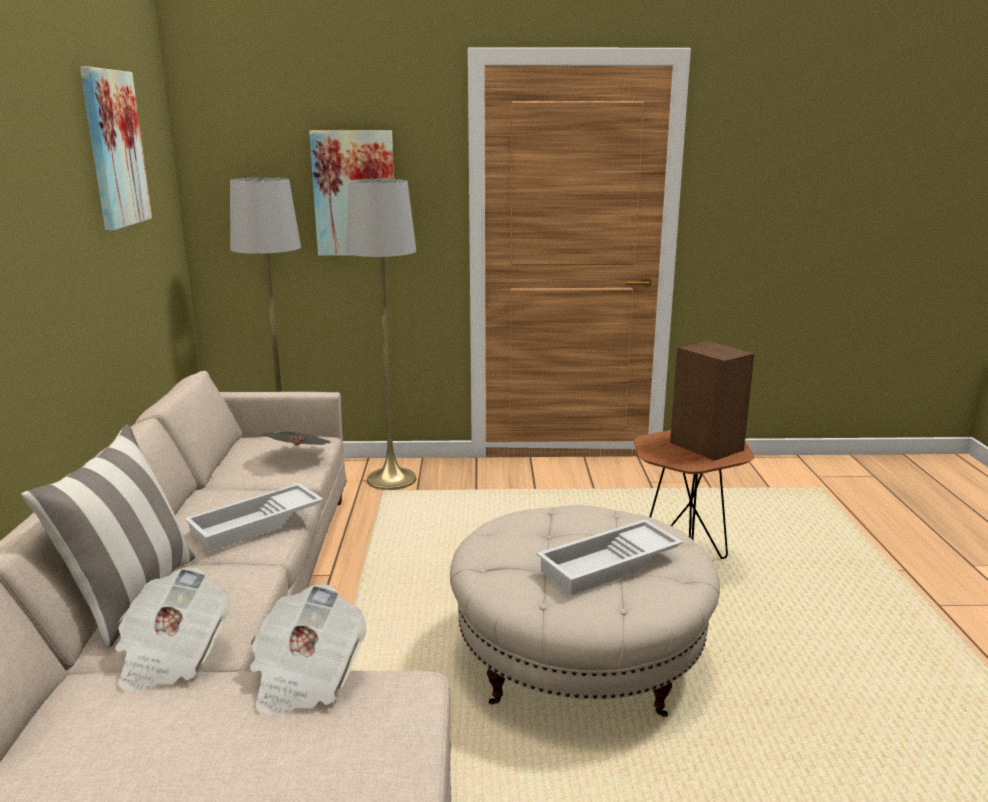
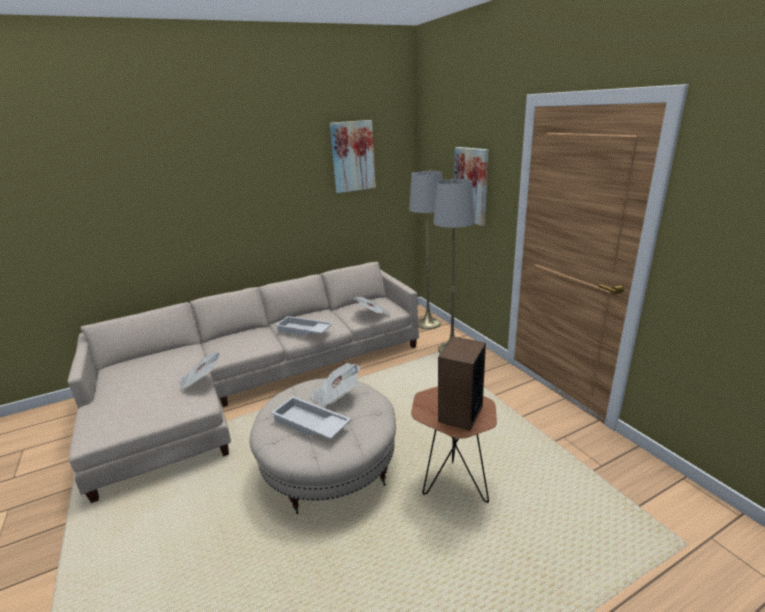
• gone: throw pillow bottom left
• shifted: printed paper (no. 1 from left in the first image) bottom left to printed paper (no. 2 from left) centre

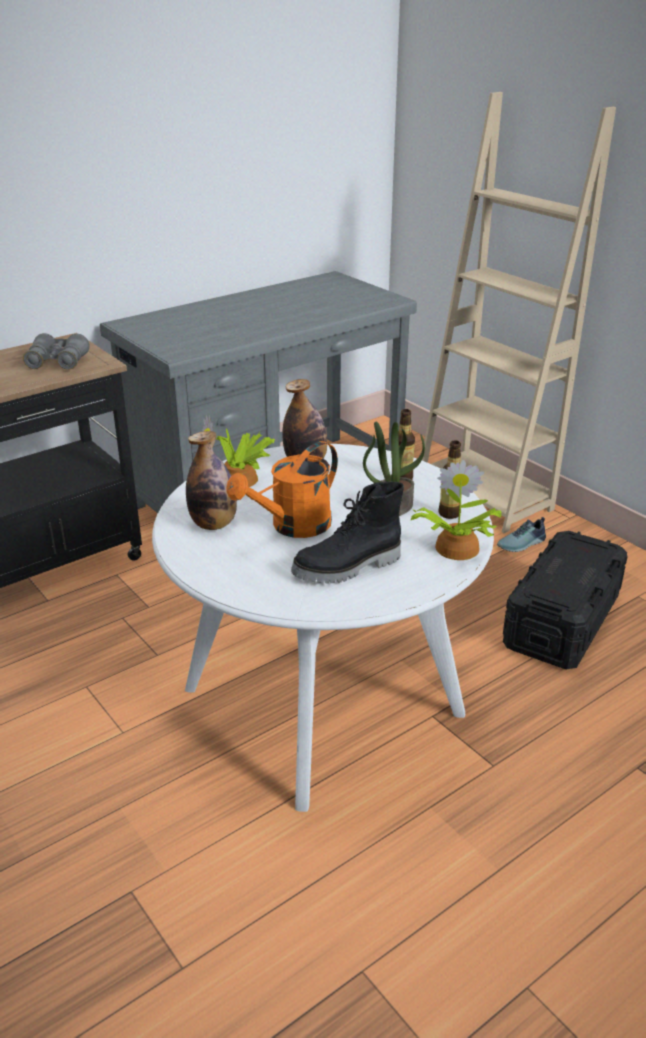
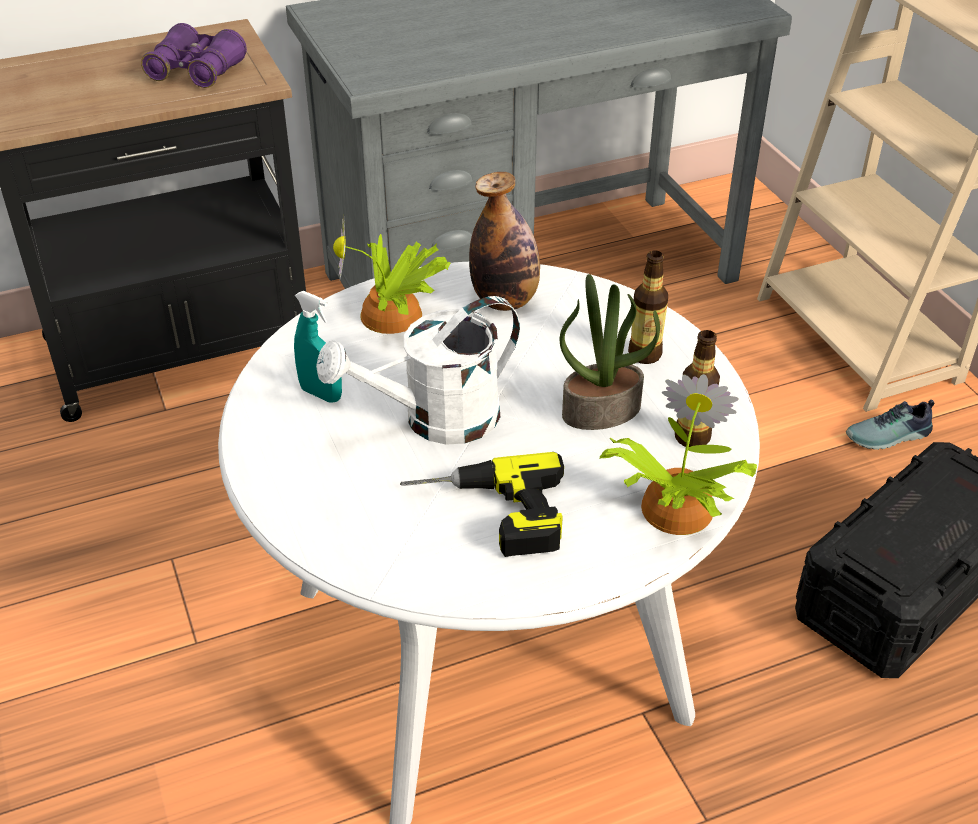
• repainted: greyish field glasses middle left to purplish field glasses top left
• swapped: drink bottle (no. 1 from left) middle left to turquoise-coloured hand sprayer middle left
• repainted: orangey watering pot centre to whitish watering pot centre
• swapped: black-coloured tall boot centre to electric drill centre

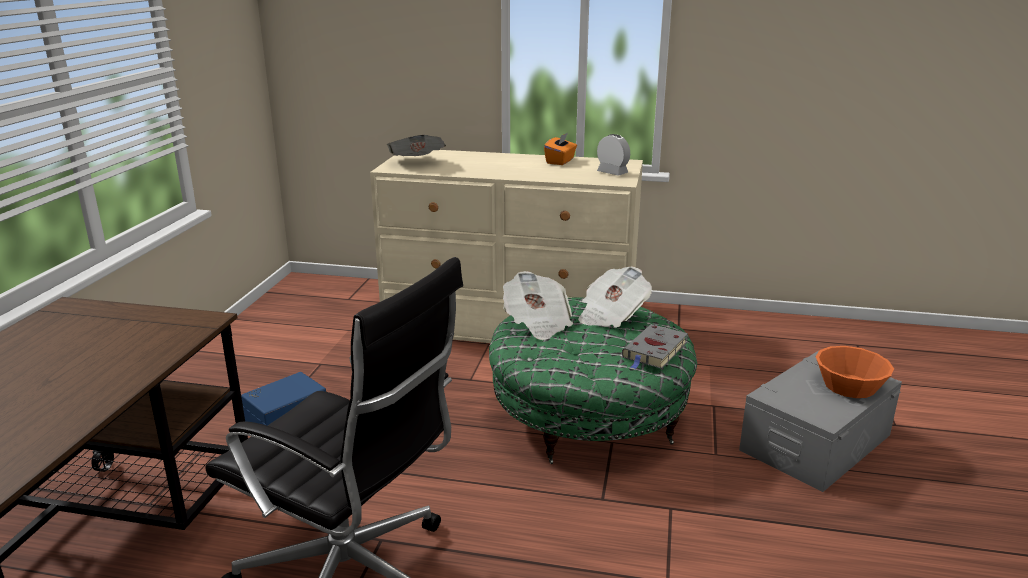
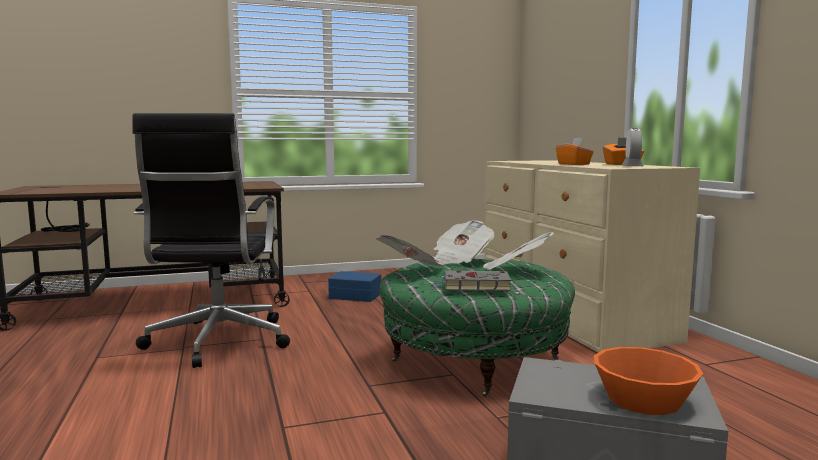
• shifted: printed paper (no. 1 from left) top centre to centre
• new: orangey box of tissues (no. 1 from left) top right

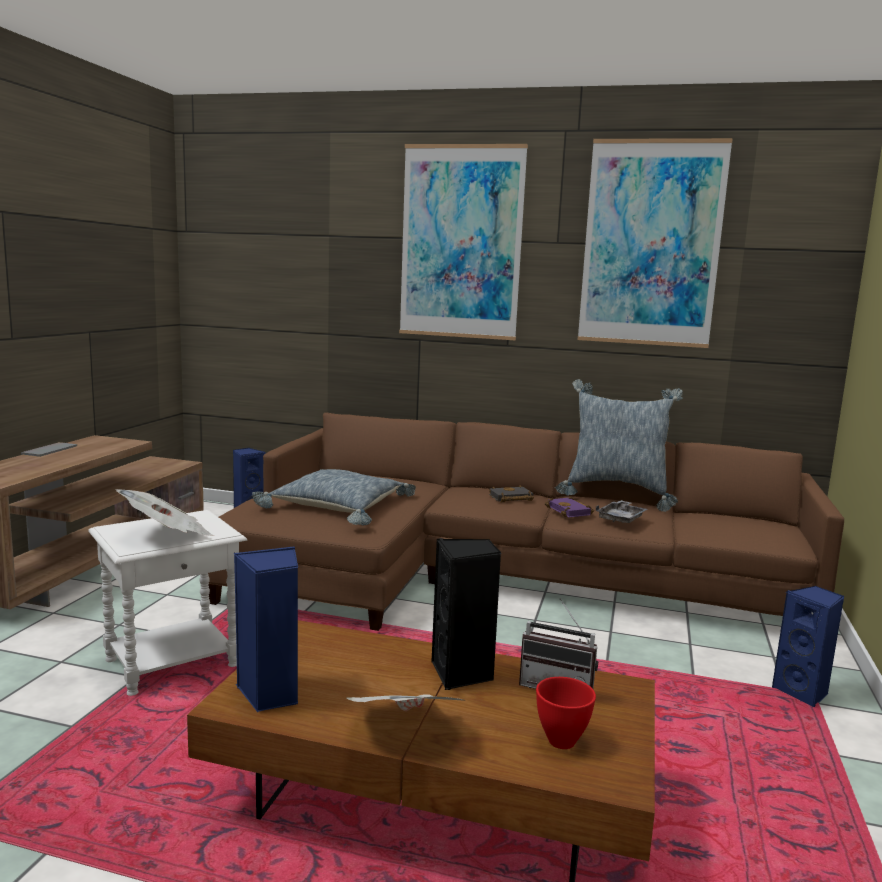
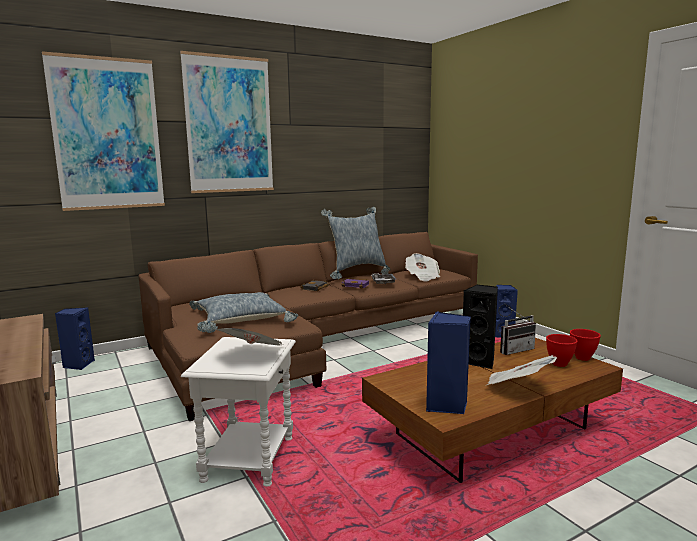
• shifted: wall art (no. 2 from left in the first image) top right to wall art (no. 1 from left) top left
• new: printed paper (no. 2 from left) centre
• new: red deep dish (no. 2 from left) middle right

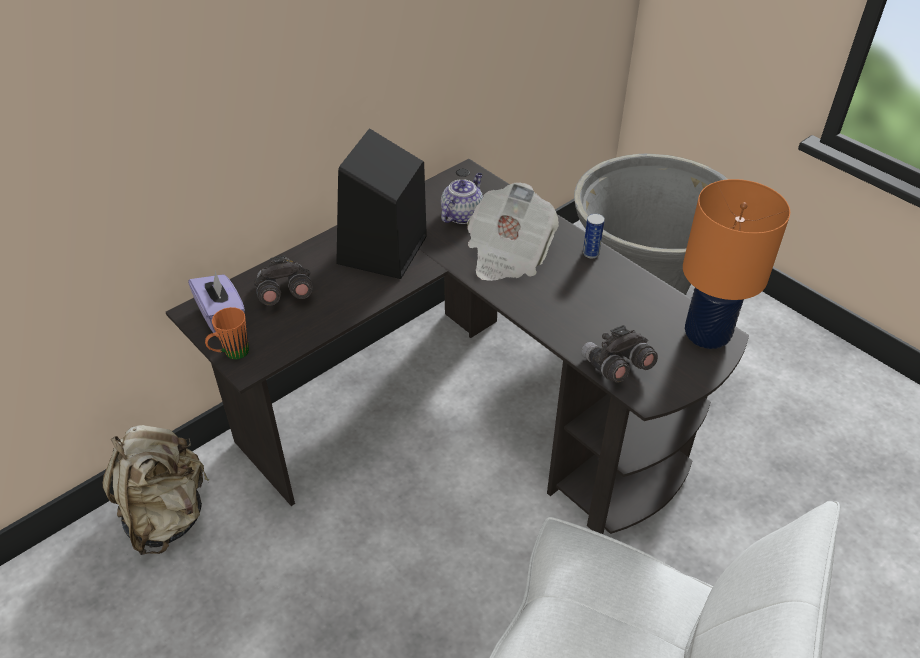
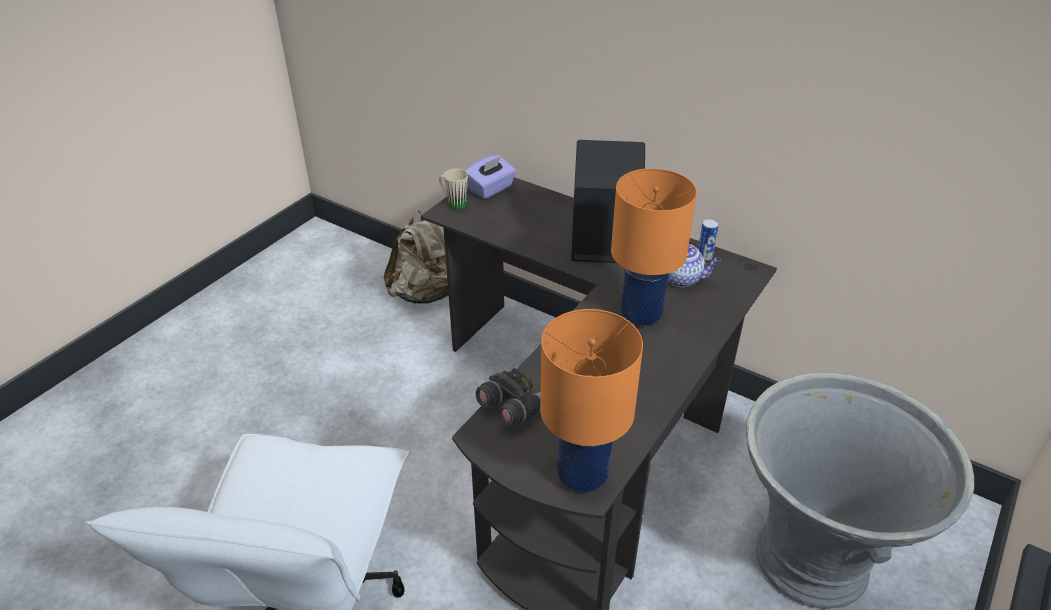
• repainted: orangey mug middle left to beige mug top centre
• gone: greyish field glasses (no. 1 from left) middle left
• swapped: printed paper centre to orangey tabletop lamp (no. 2 from left) centre
• shifted: metal can centre to middle right

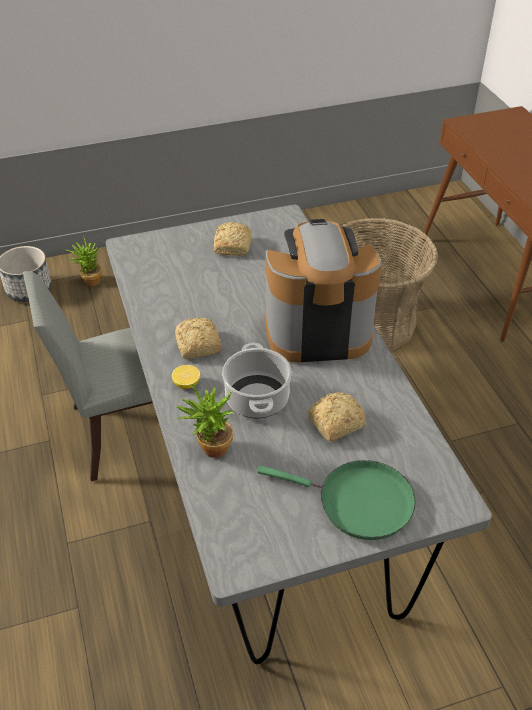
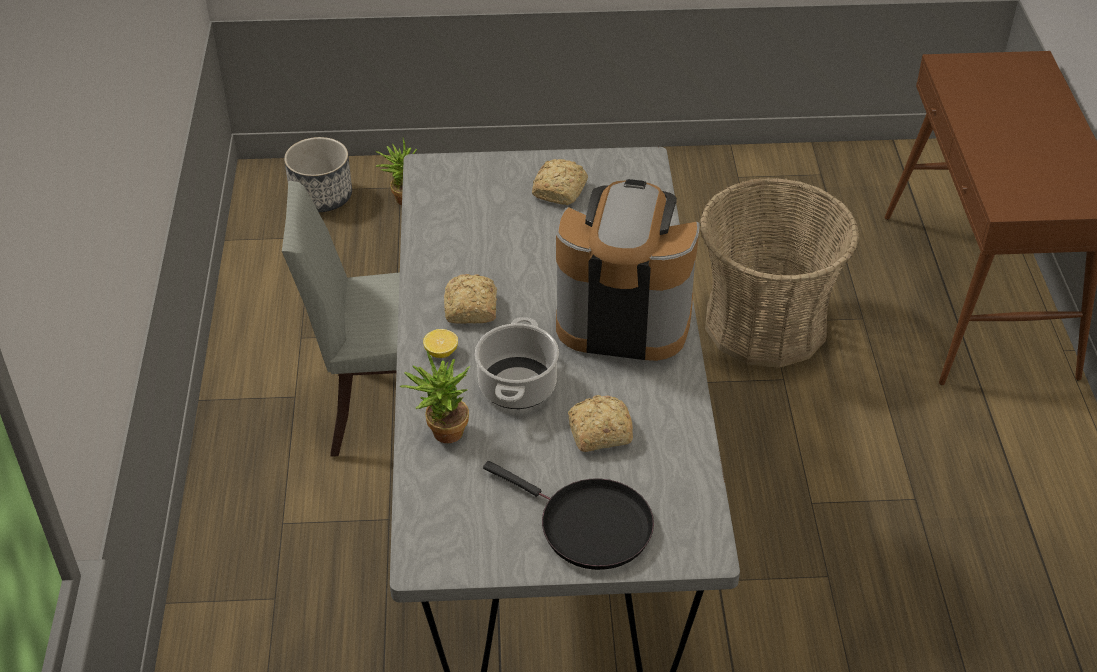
• repainted: green skillet bottom centre to black-coloured skillet bottom centre

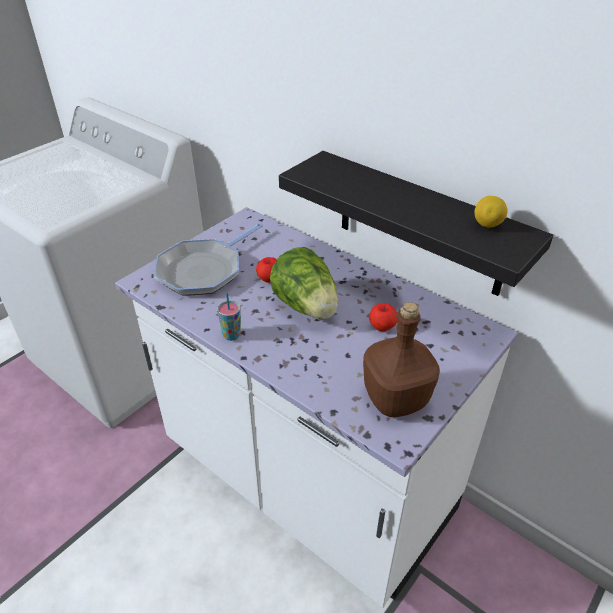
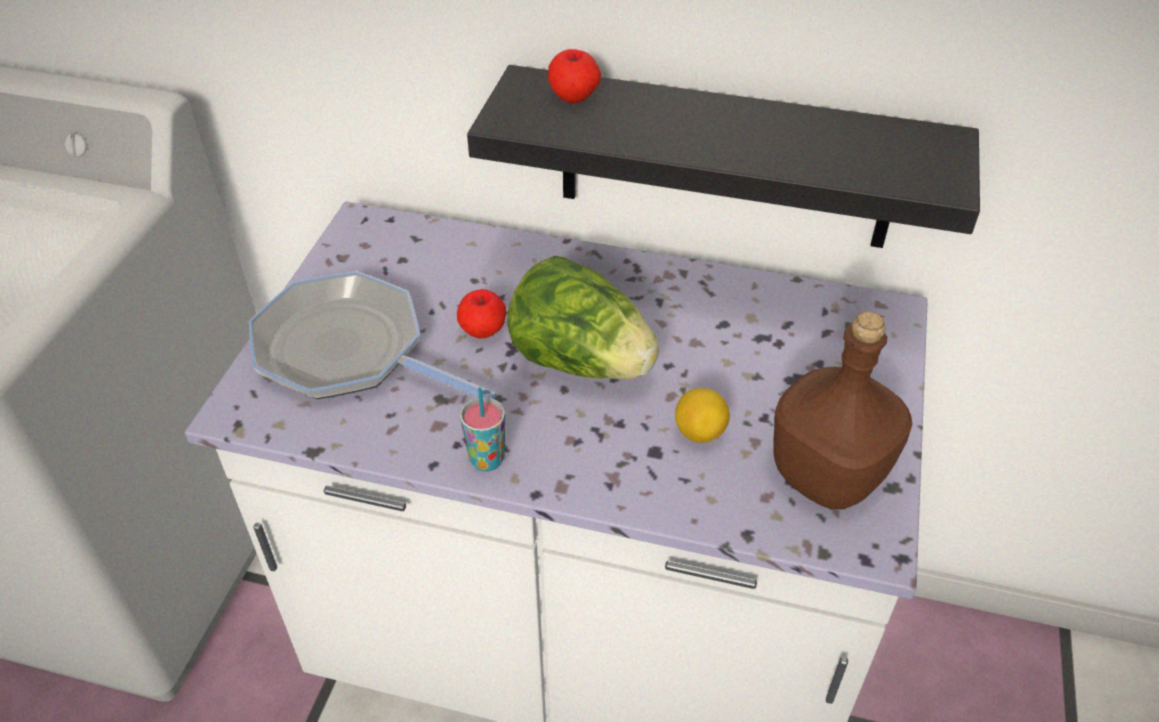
• rotated: skillet centre = middle left 105 degrees clockwise
• shifted: apple (no. 2 from left) centre to top centre
• shifted: citrus fruit middle right to centre

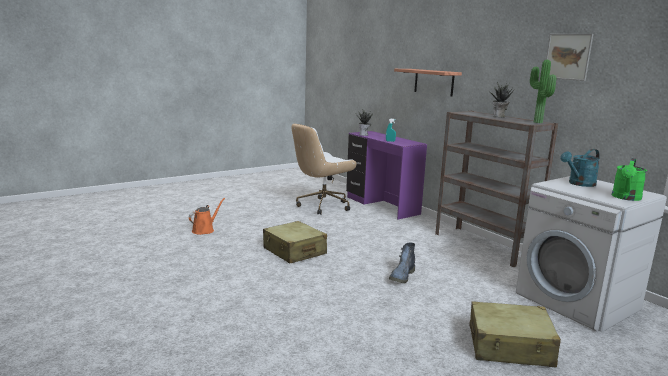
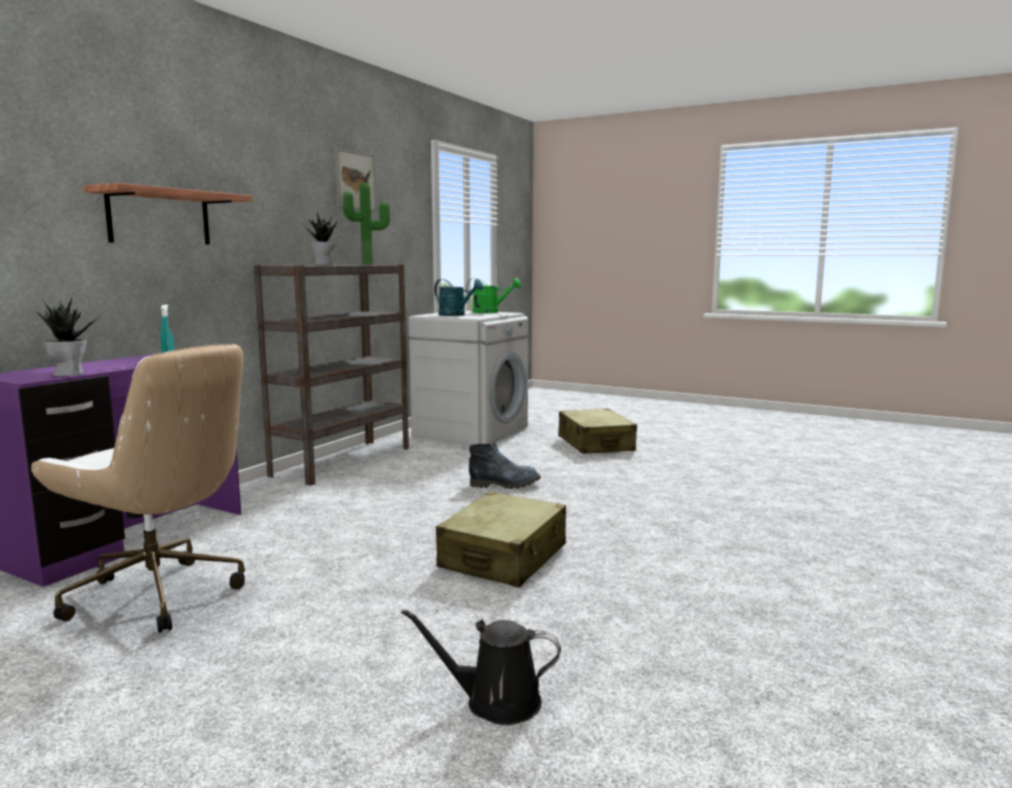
• repainted: orangey watering pot middle left to black-coloured watering pot bottom centre

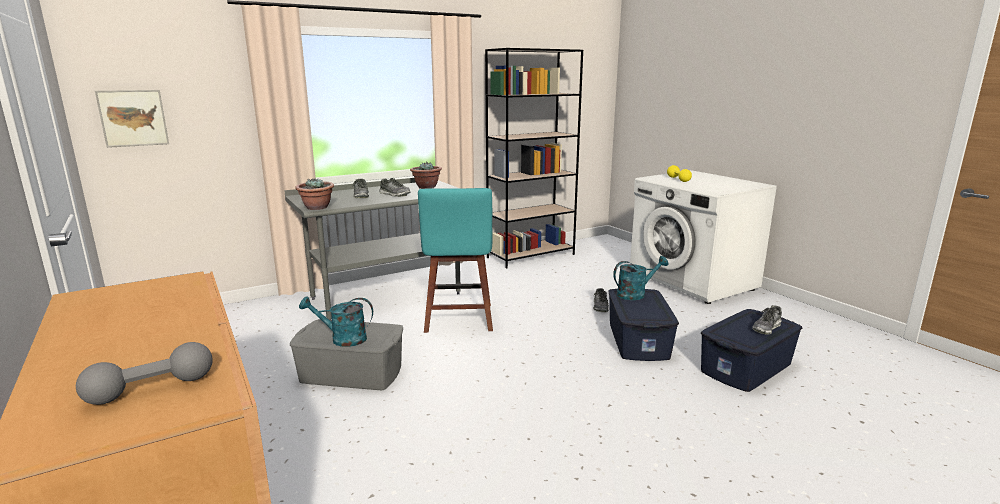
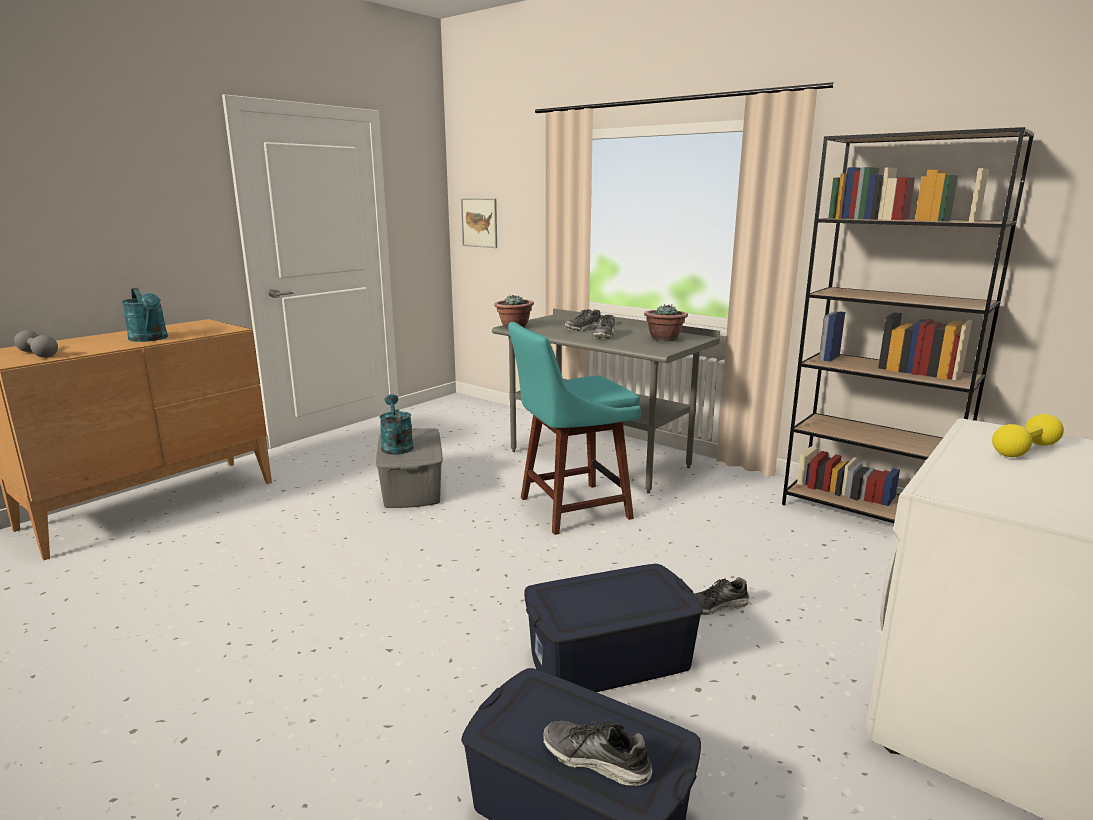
• shifted: turquoise-coloured watering pot (no. 2 from left in the first image) centre to turquoise-coloured watering pot (no. 1 from left) middle left

